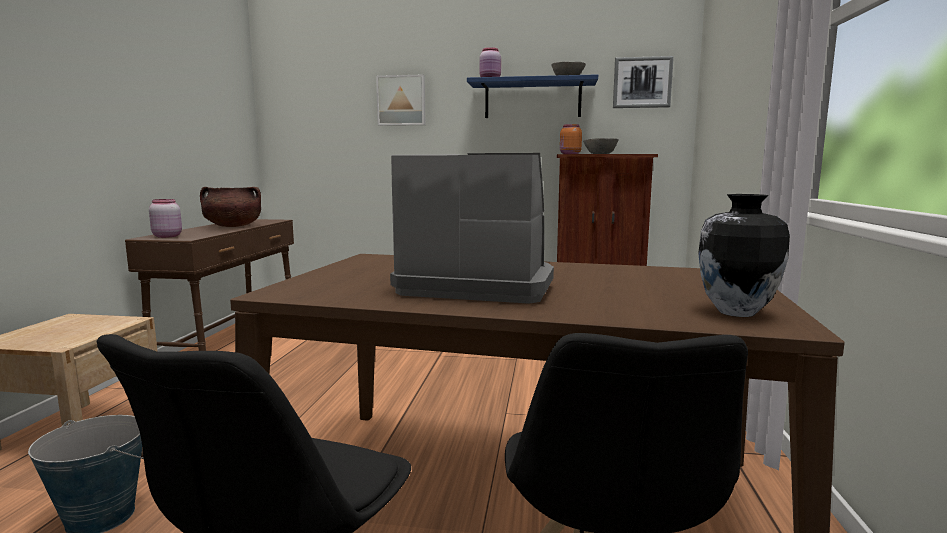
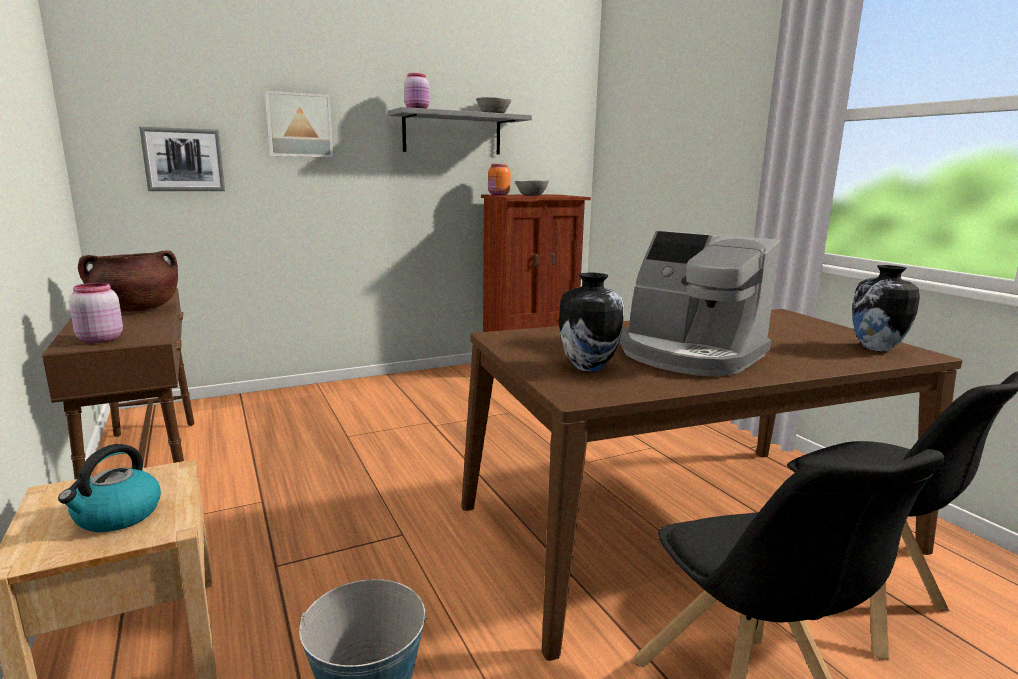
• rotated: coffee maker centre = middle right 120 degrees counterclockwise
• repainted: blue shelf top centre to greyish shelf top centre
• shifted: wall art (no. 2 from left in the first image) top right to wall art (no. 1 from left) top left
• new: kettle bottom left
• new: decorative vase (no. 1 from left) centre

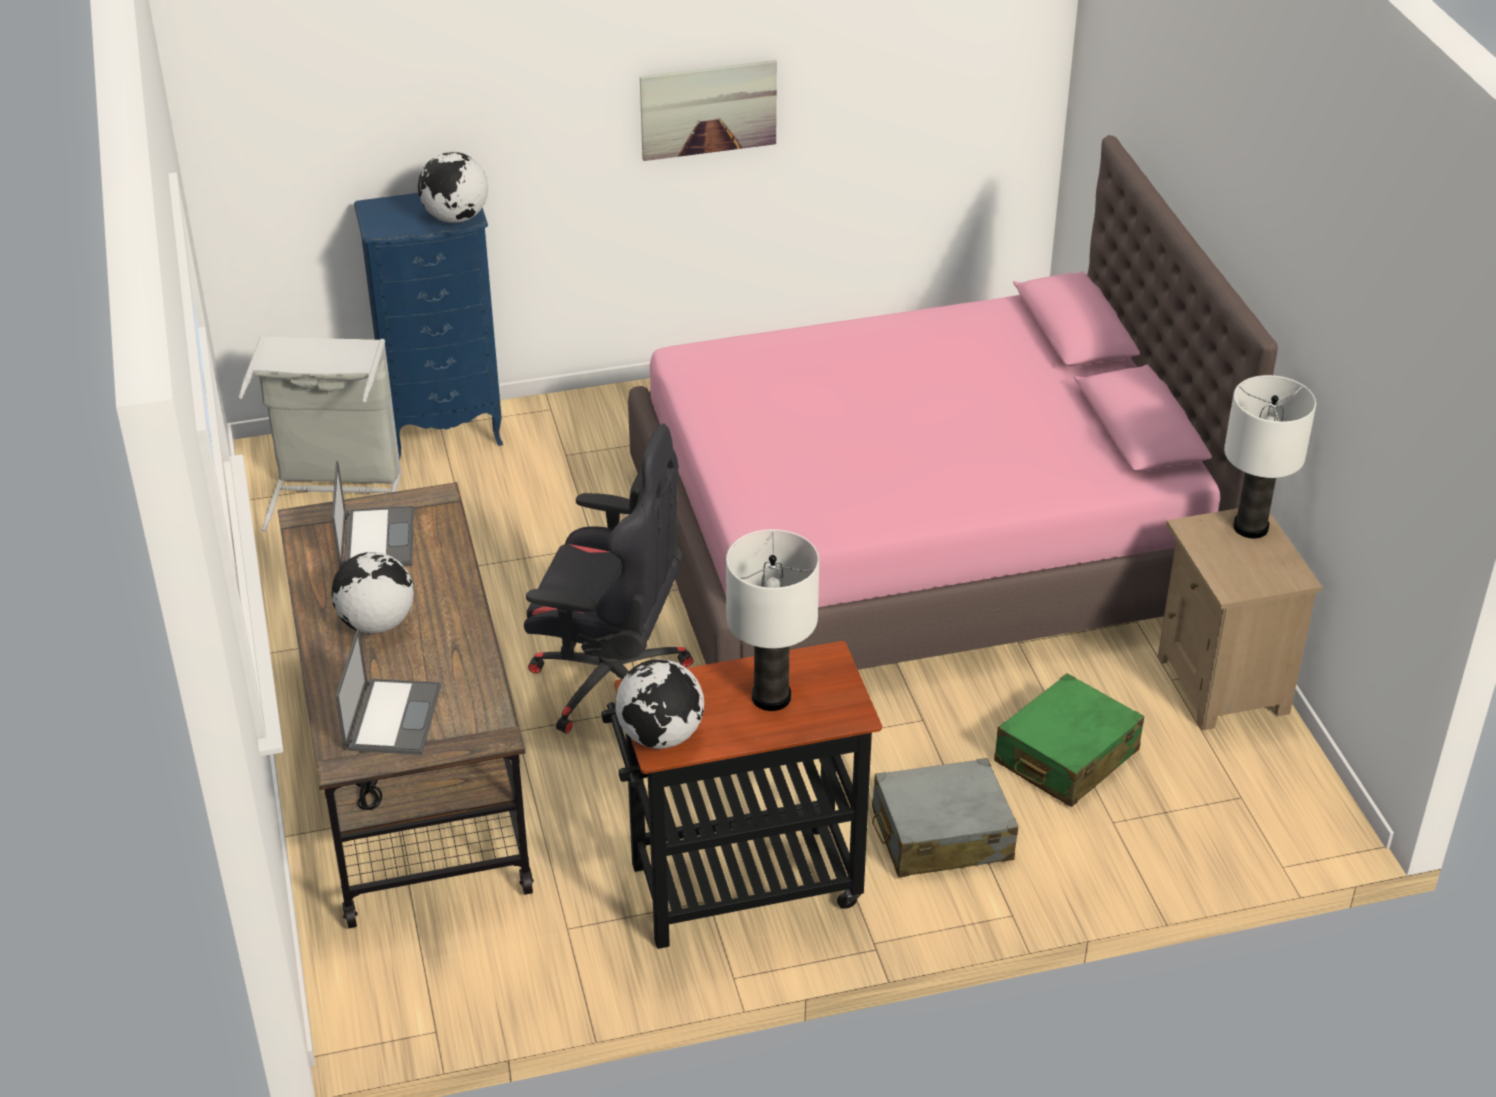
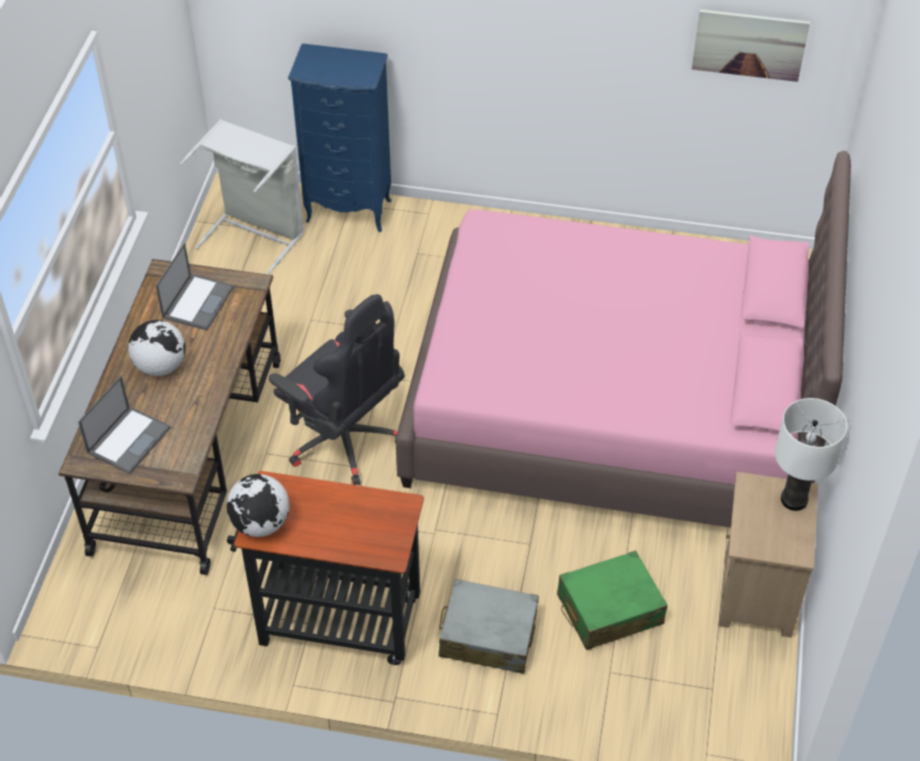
• gone: globe (no. 2 from left) top left
• shifted: wall art top centre to top right
• gone: whitish tabletop lamp (no. 1 from left) centre

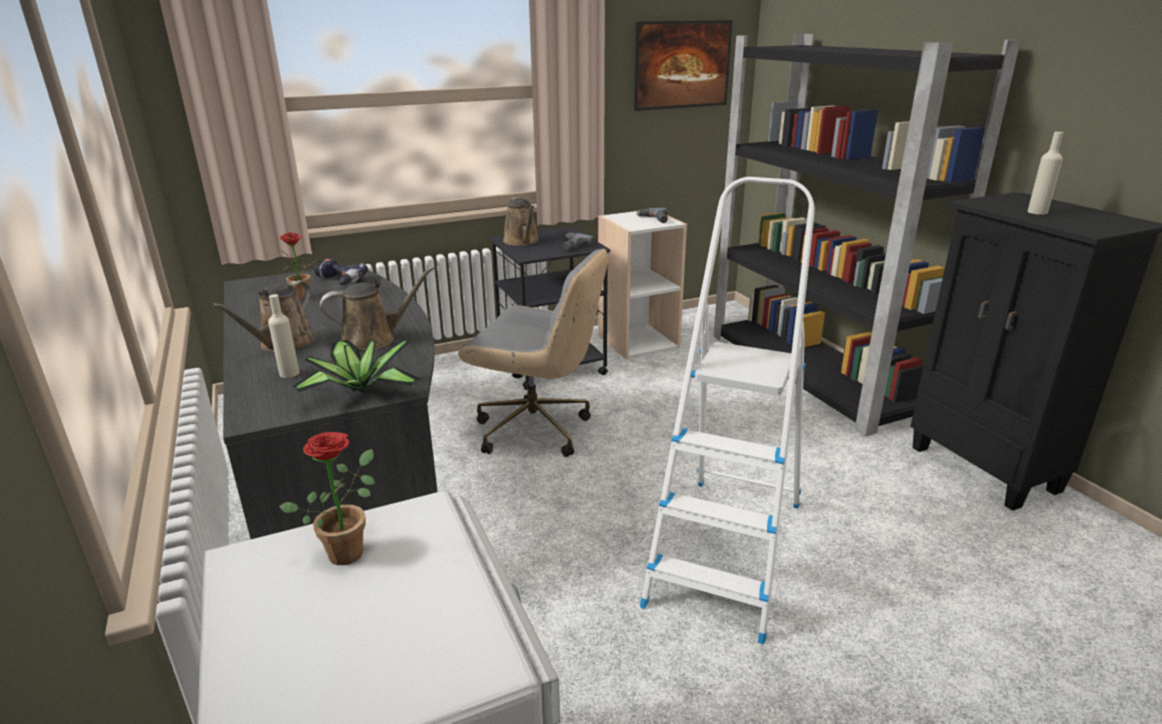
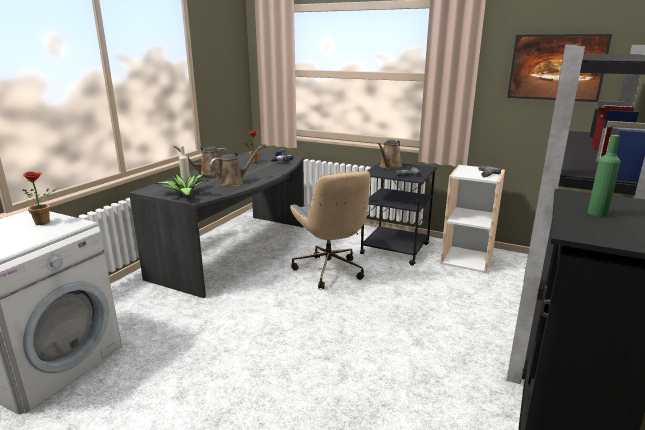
• rotated: brown watering pot (no. 2 from left) middle left = centre 60 degrees counterclockwise
• gone: whitish step ladder centre
• repainted: beige drink bottle (no. 2 from left) top right to green drink bottle middle right

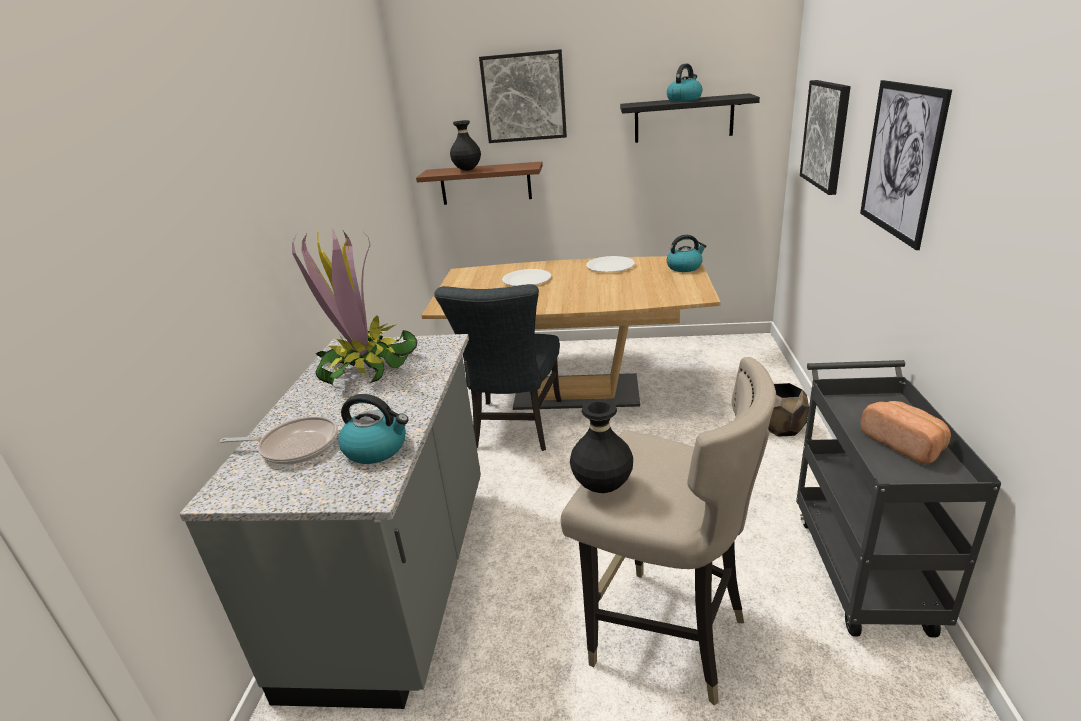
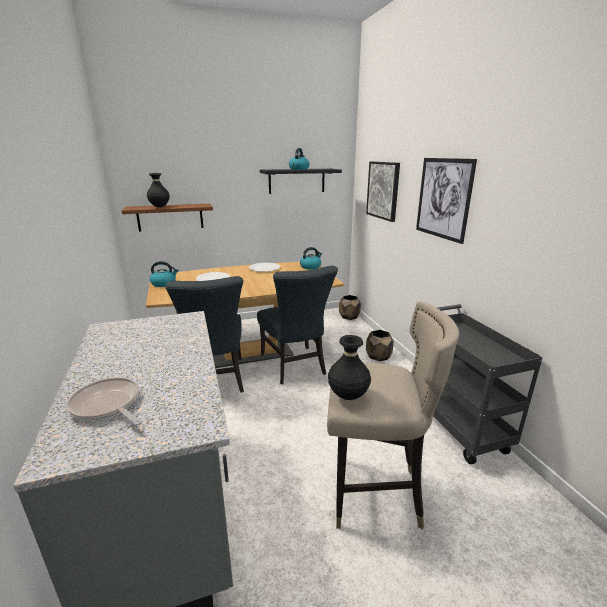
• rotated: skillet middle left = middle left 120 degrees counterclockwise
• gone: potted plant middle left
• shifted: kettle (no. 1 from left) centre to middle left
• gone: wall art (no. 1 from left) top centre
• gone: bakery bread middle right
• new: greyish upright chair (no. 2 from left) centre
• new: brown planter (no. 1 from left) centre

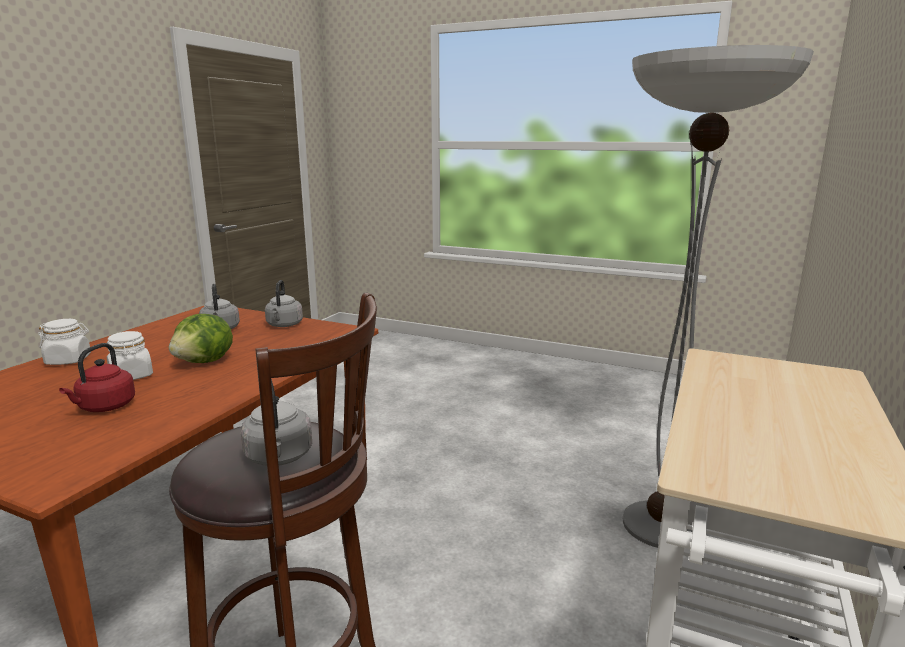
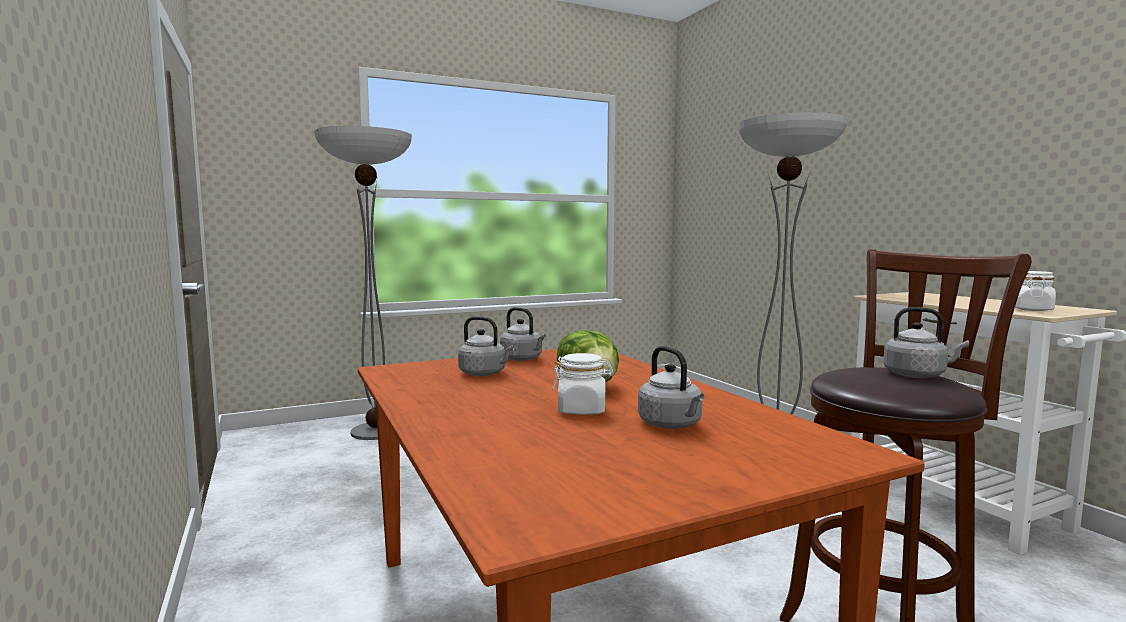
• shifted: whitish jar (no. 1 from left in the first image) middle left to whitish jar (no. 2 from left) middle right
• repainted: red kettle middle left to greyish kettle (no. 3 from left) centre
• new: standard lamp (no. 1 from left) middle left

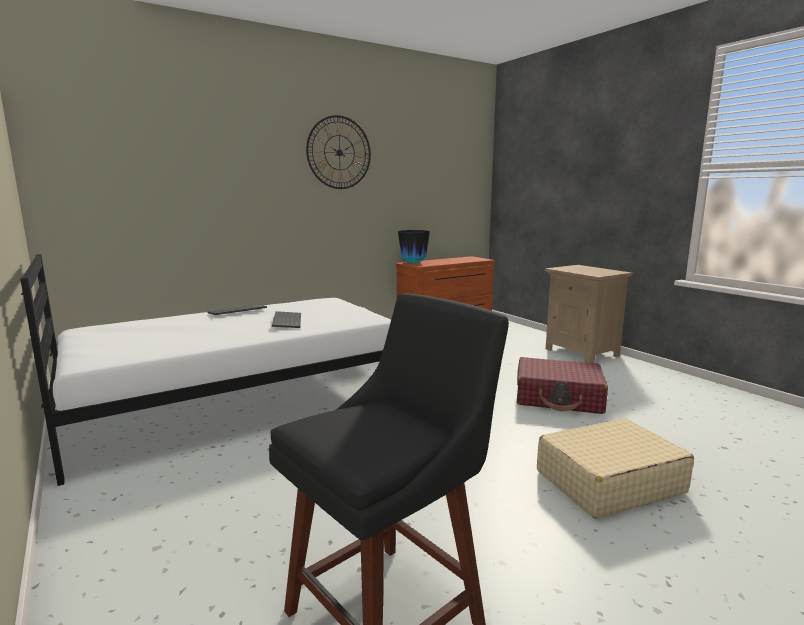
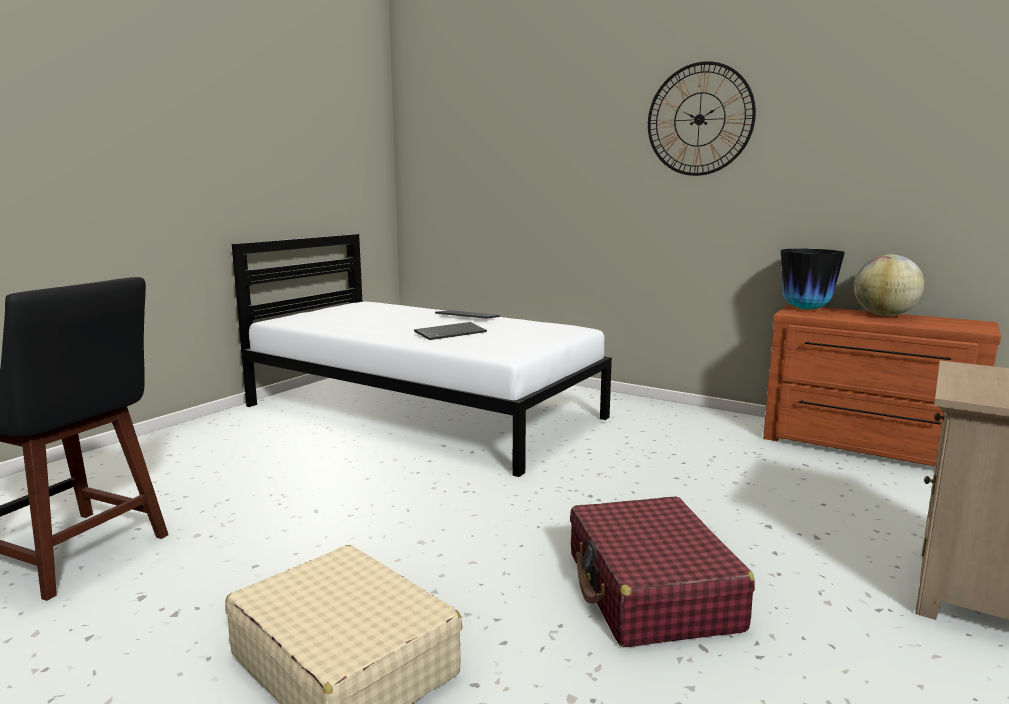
• new: globe middle right

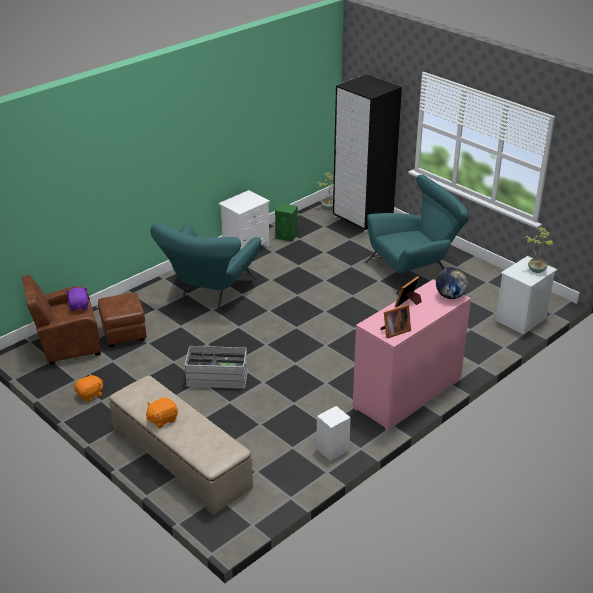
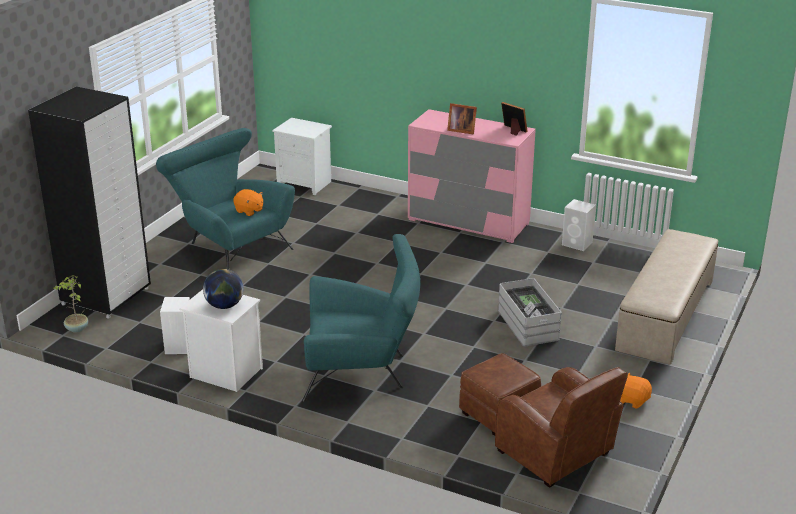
• gone: purplish soft toy middle left
• shifted: orangey soft toy (no. 2 from left in the first image) bottom left to orangey soft toy (no. 1 from left) middle left
• repainted: green loudspeaker centre to whitish loudspeaker (no. 1 from left) middle left
• shifted: globe middle right to middle left
• gone: potted plant (no. 2 from left) middle right

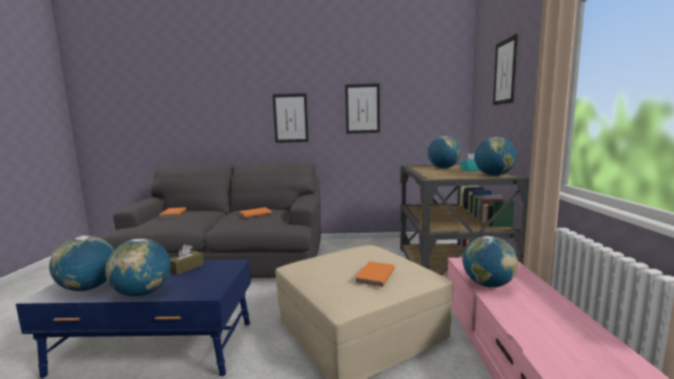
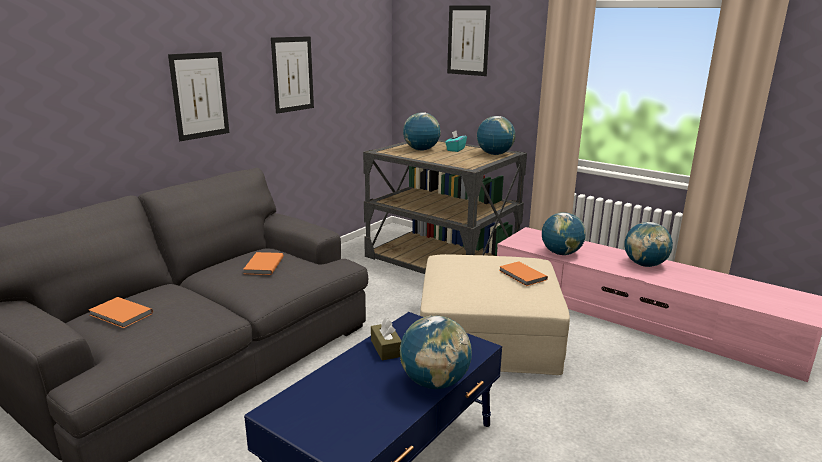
• shifted: globe (no. 1 from left in the first image) bottom left to globe (no. 5 from left) middle right

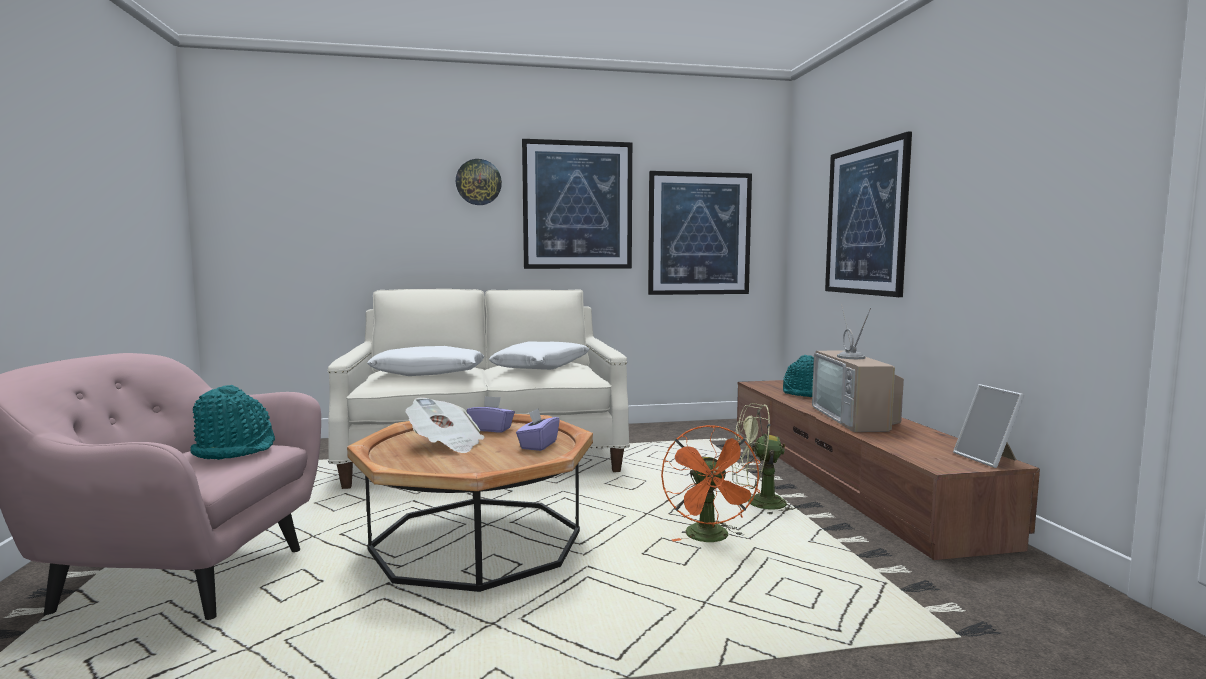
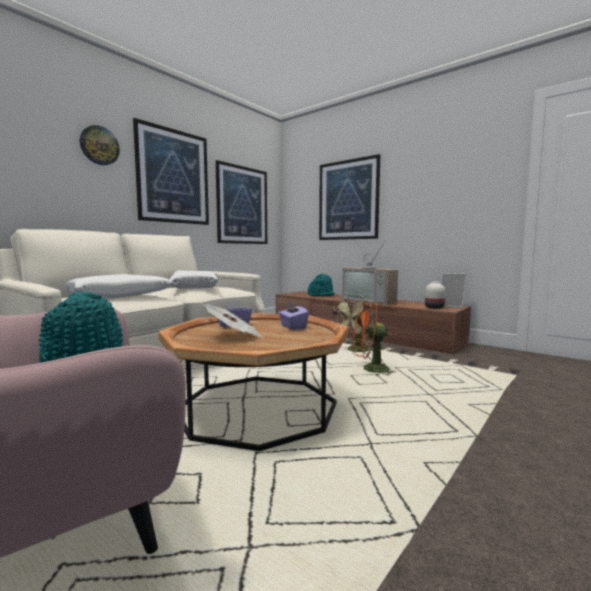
• rotated: orangey cooling fan bottom centre = centre 135 degrees clockwise
• new: whitish decorative vase middle right

